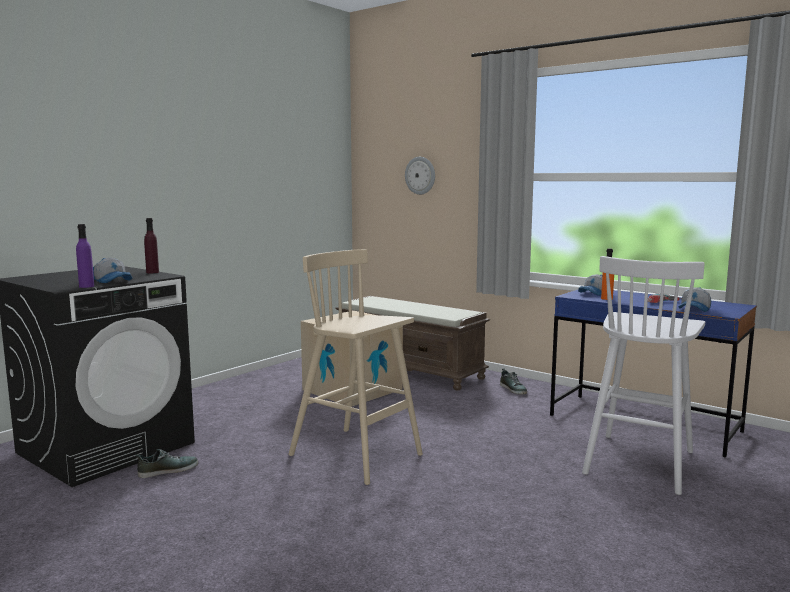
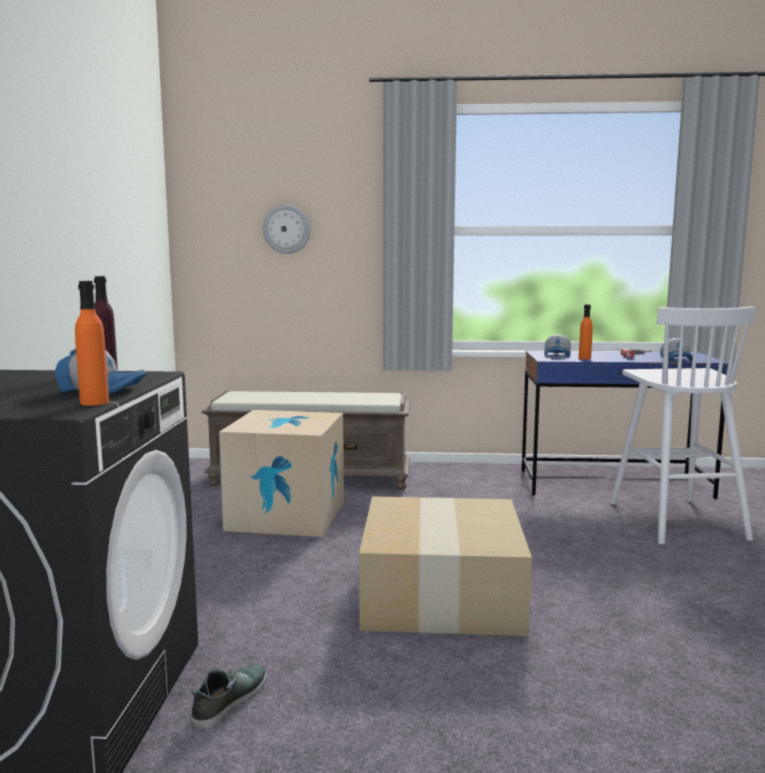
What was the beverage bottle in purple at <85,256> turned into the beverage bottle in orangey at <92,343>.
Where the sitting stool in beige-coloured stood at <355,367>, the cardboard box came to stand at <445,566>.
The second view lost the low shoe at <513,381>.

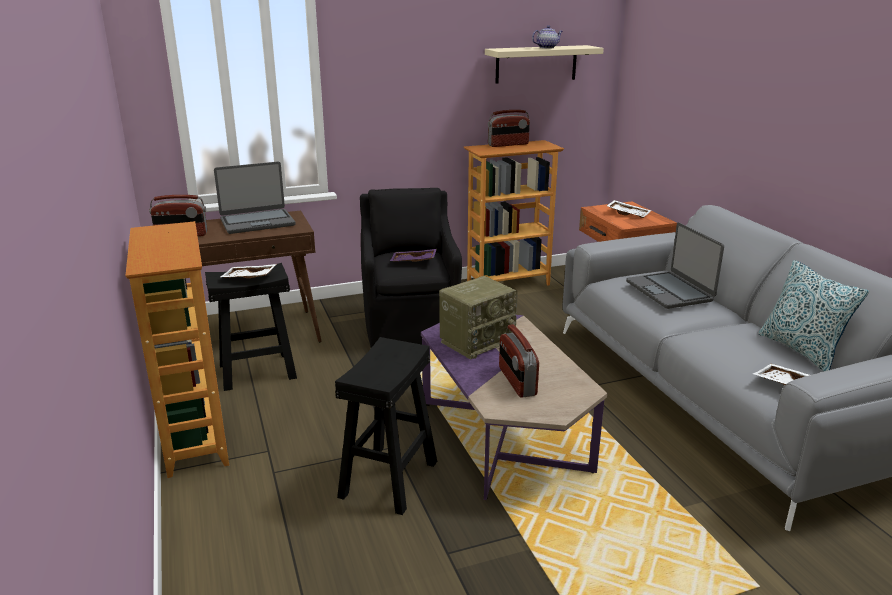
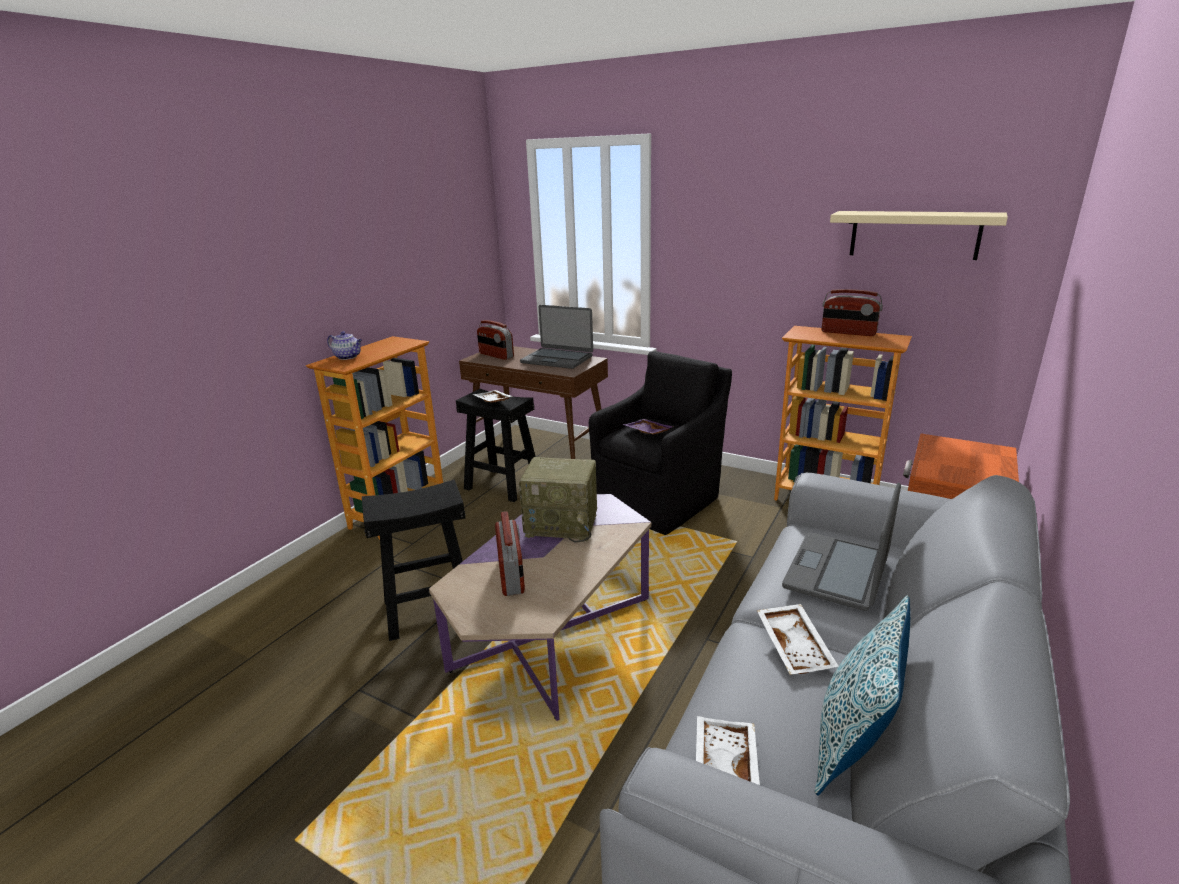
The tea pot ended up elsewhere, having gone from <547,36> to <344,345>.
The serving tray in whitish ended up elsewhere, having gone from <629,209> to <797,639>.
The radio receiver at <519,361> ended up facing another way, 135 degrees clockwise from before.

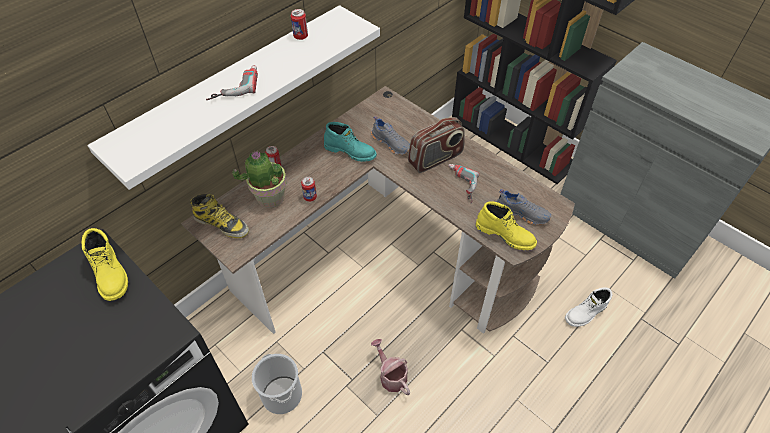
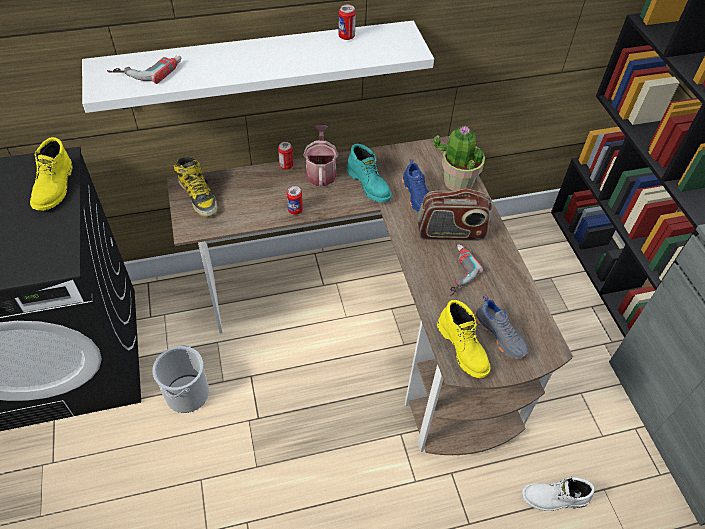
The electric drill ended up elsewhere, having gone from <232,82> to <144,70>.
What was the low shoe in greyish at <390,135> turned into the low shoe in blue-coloured at <415,185>.
The houseplant ended up elsewhere, having gone from <259,179> to <459,158>.
The watering can ended up elsewhere, having gone from <390,367> to <320,156>.

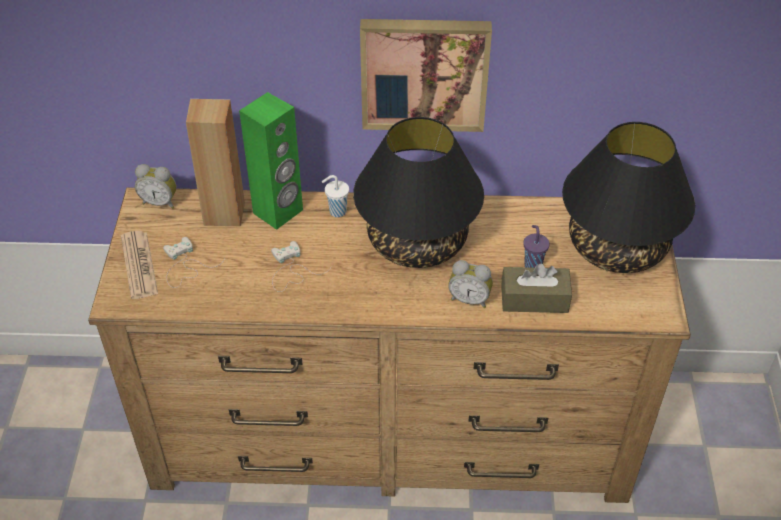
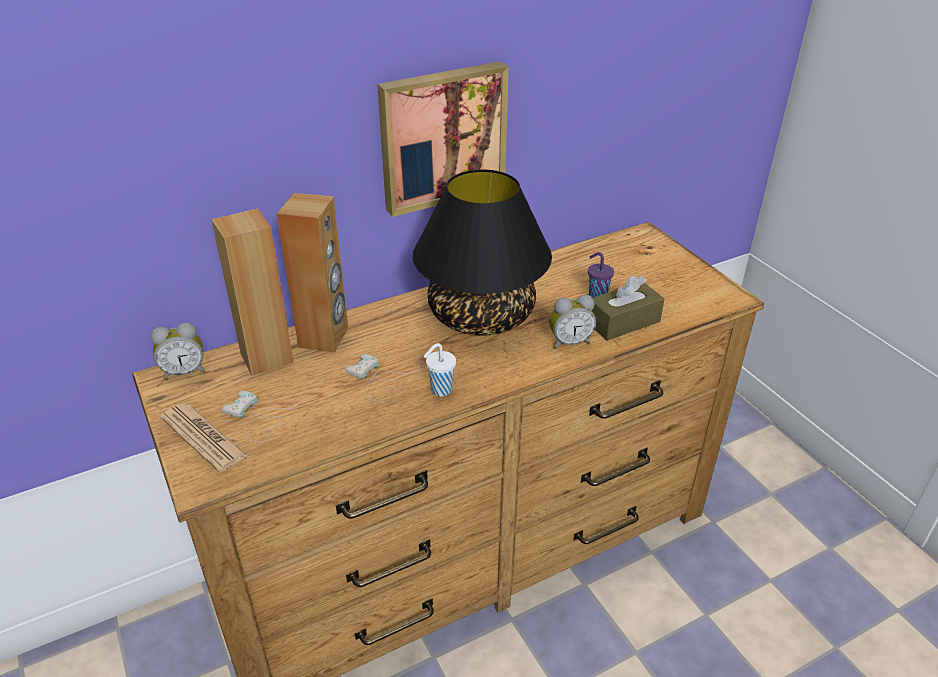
What was the audio speaker in greenish at <271,161> turned into the audio speaker in brown at <312,273>.
The second view lost the tabletop lamp in black-coloured at <628,197>.
The drinking cup in whitish ended up elsewhere, having gone from <335,196> to <440,370>.

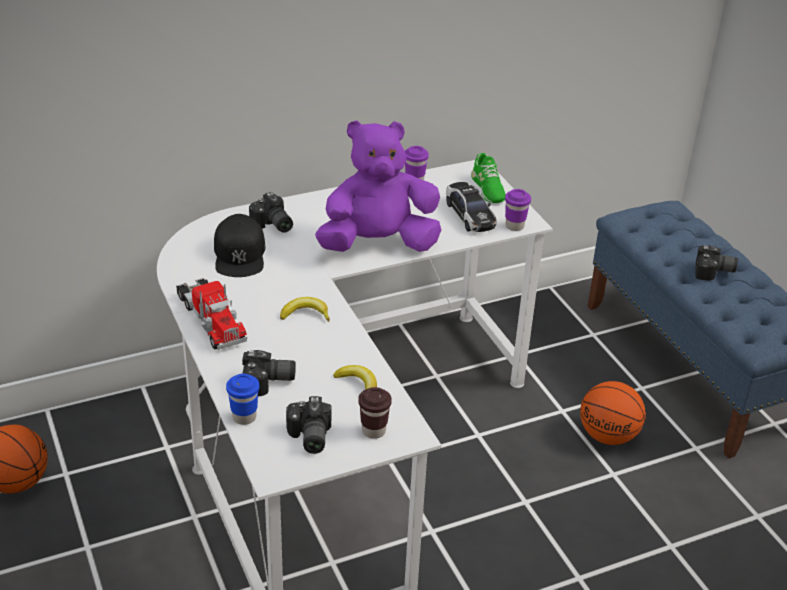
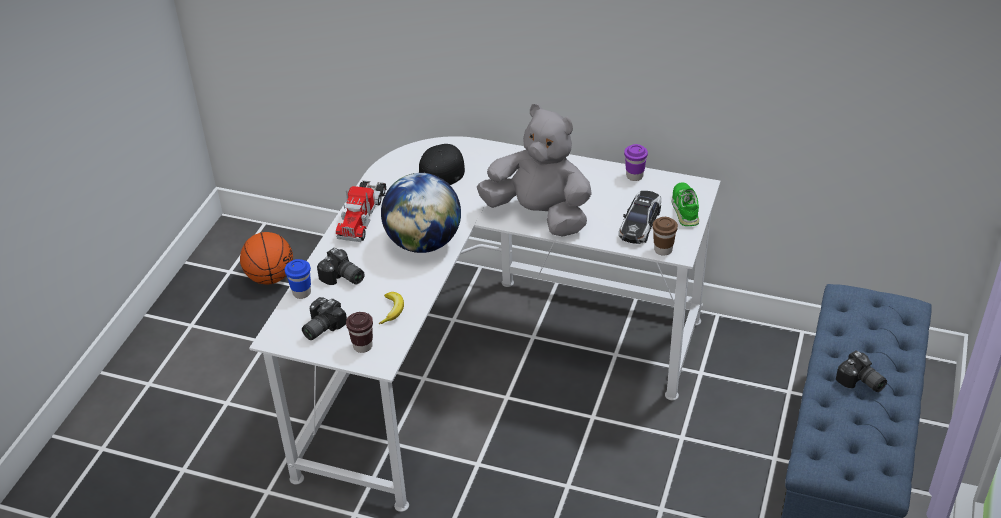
What was the soft toy in purple at <378,186> turned into the soft toy in greyish at <534,170>.
The low shoe in greenish at <488,178> ended up facing another way, 150 degrees clockwise from before.
What was the drinking cup in purple at <518,210> turned into the drinking cup in brown at <665,236>.
The second view lost the photo camera at <271,212>.
Where the banana stood at <305,309>, the globe came to stand at <421,213>.
The second view lost the basketball ball at <613,413>.

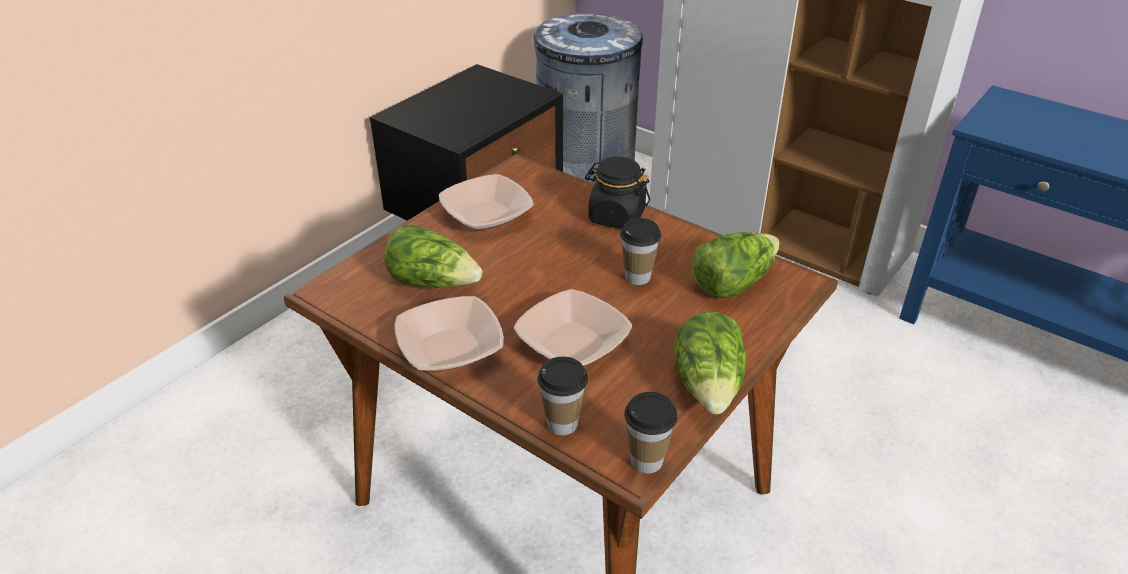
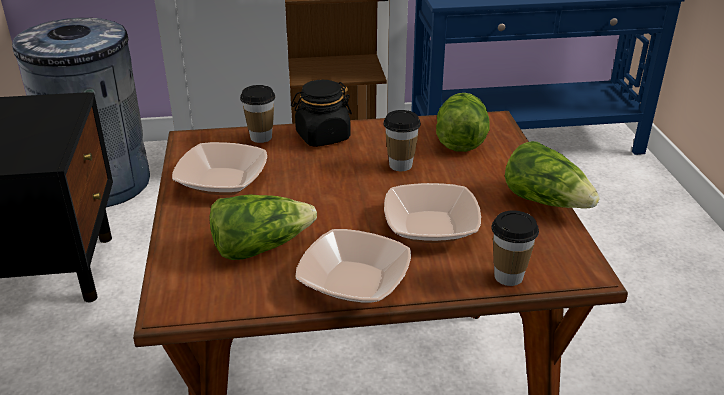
The drinking cup ended up elsewhere, having gone from <650,432> to <257,114>.

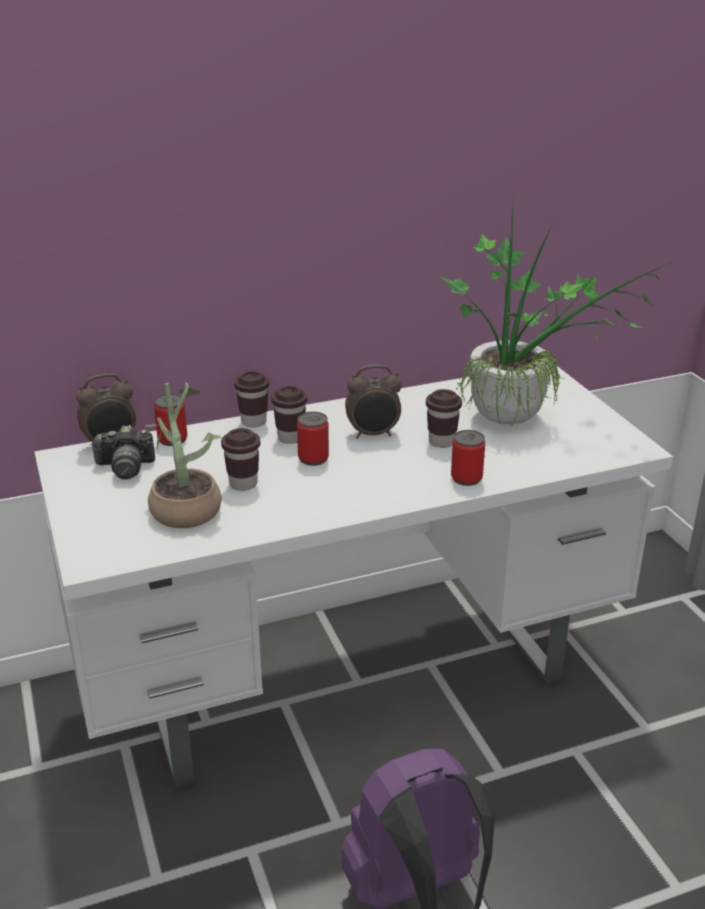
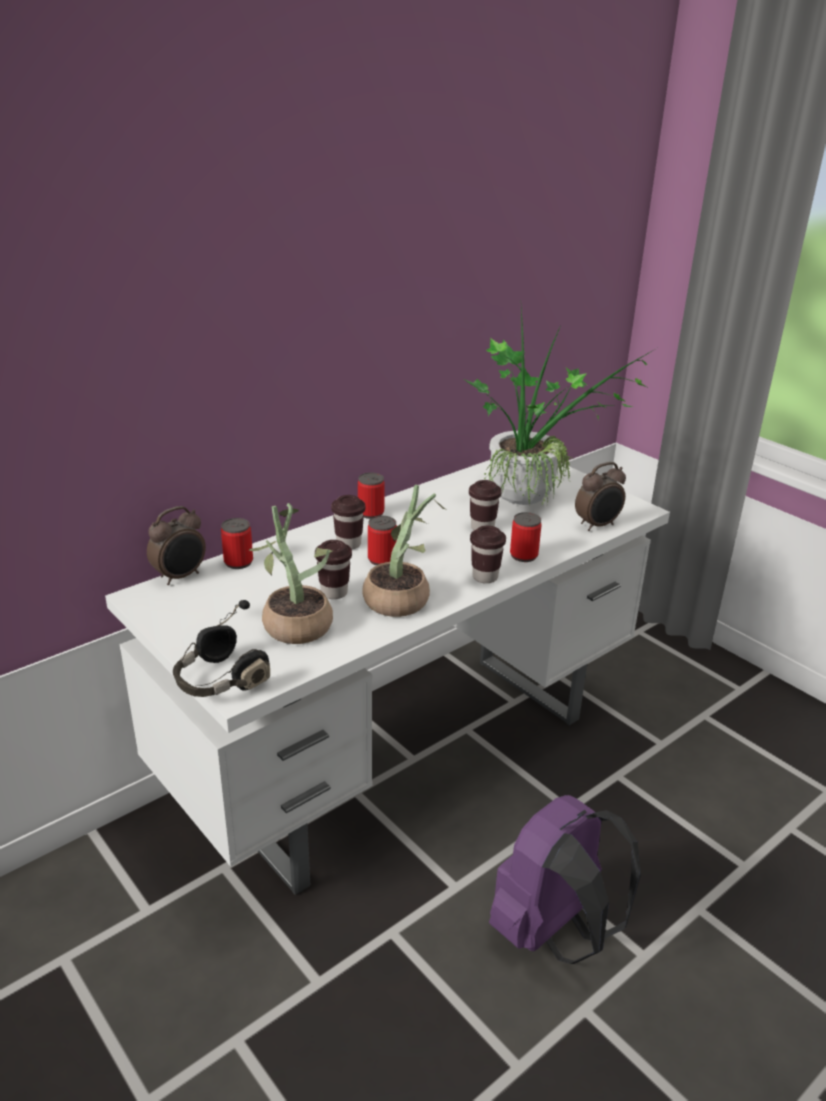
The bedside clock ended up elsewhere, having gone from <373,402> to <600,496>.
The drinking cup in brown ended up elsewhere, having gone from <251,399> to <488,554>.
The second view lost the photo camera at <122,452>.
The second view gained the can at <371,496>.
The second view gained the houseplant at <403,551>.
The second view gained the headset in black-coloured at <221,648>.

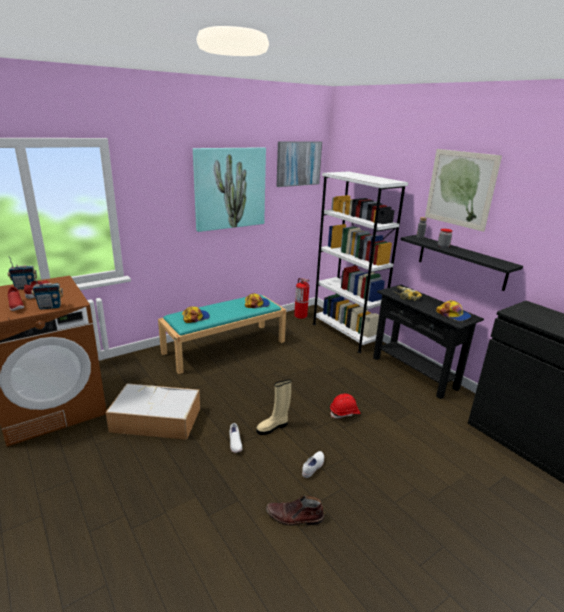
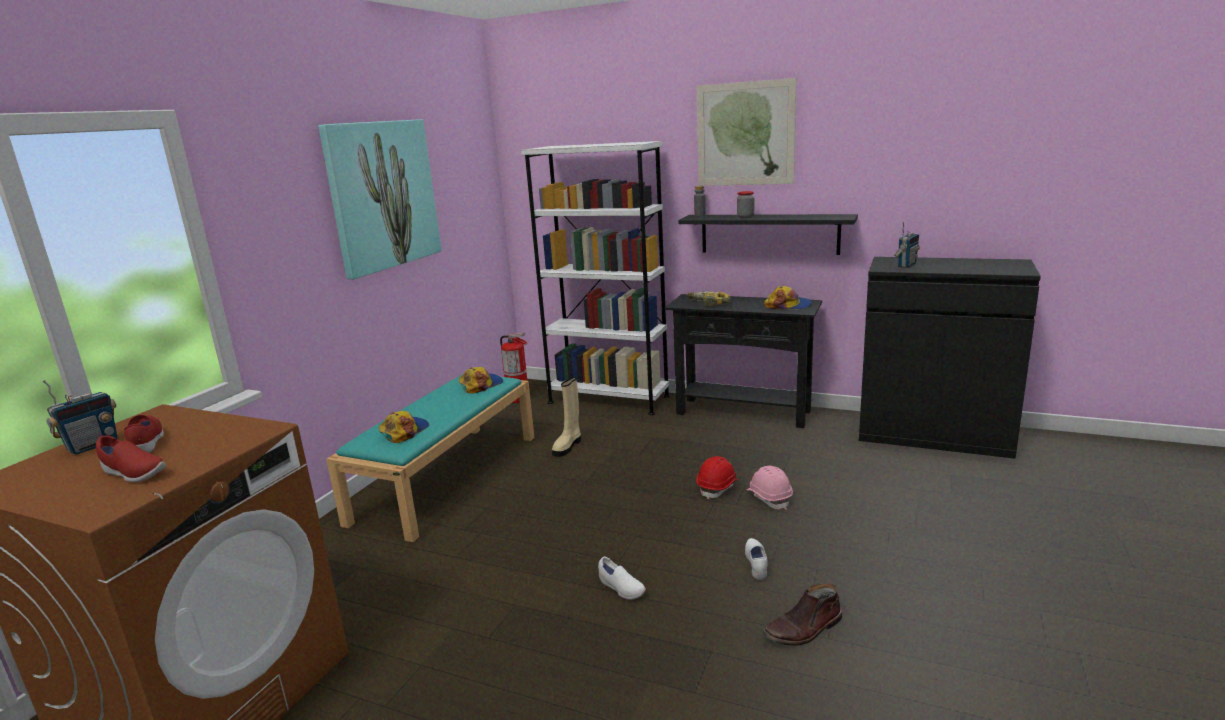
The second view lost the wall picture at <299,164>.
The radio receiver ended up elsewhere, having gone from <47,291> to <907,244>.
The boot in beige-coloured ended up elsewhere, having gone from <273,407> to <566,417>.
The second view lost the storage box at <153,412>.
The second view gained the work helmet in pink-coloured at <769,488>.

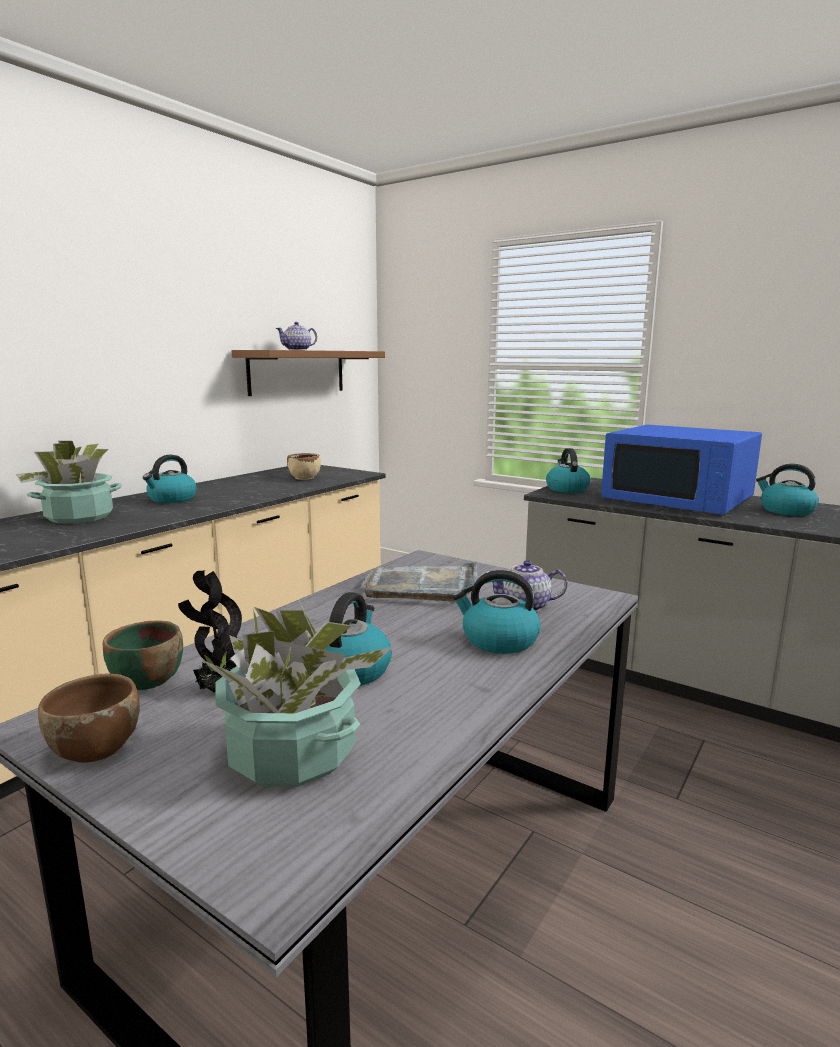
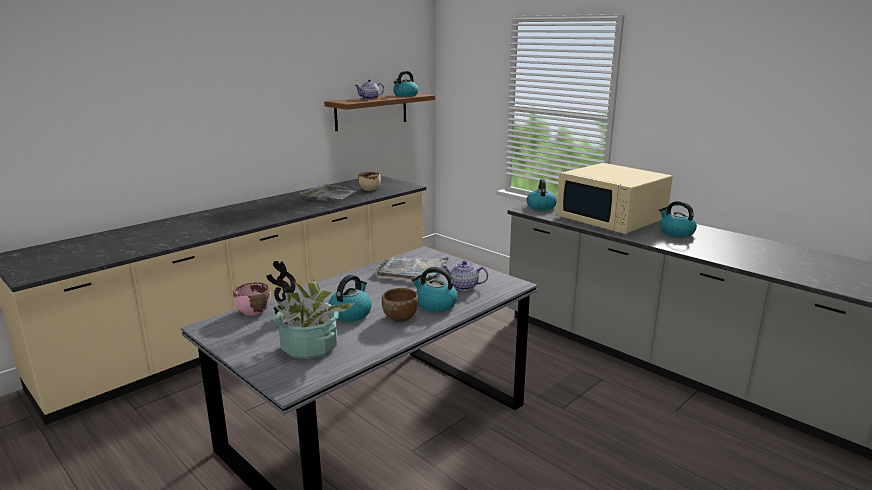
What was the microwave in blue-coloured at <681,470> turned into the microwave in beige-coloured at <614,198>.
The second view lost the houseplant at <69,482>.
The kettle ended up elsewhere, having gone from <170,479> to <405,84>.
What was the serving bowl in greenish at <143,655> turned into the serving bowl in pink-coloured at <252,298>.
The serving bowl in brown ended up elsewhere, having gone from <89,718> to <400,305>.
The second view gained the serving tray in greyish at <328,192>.

